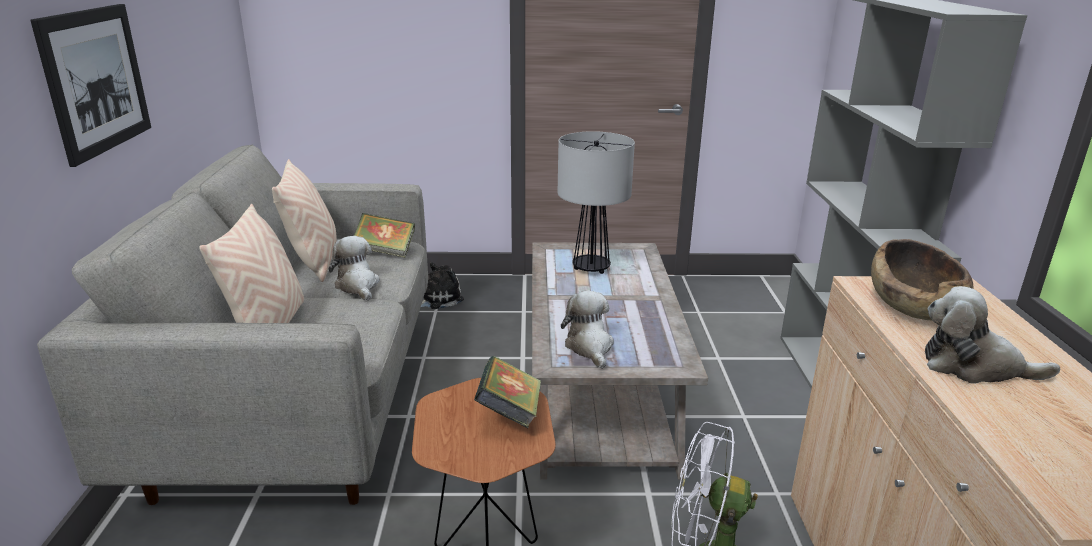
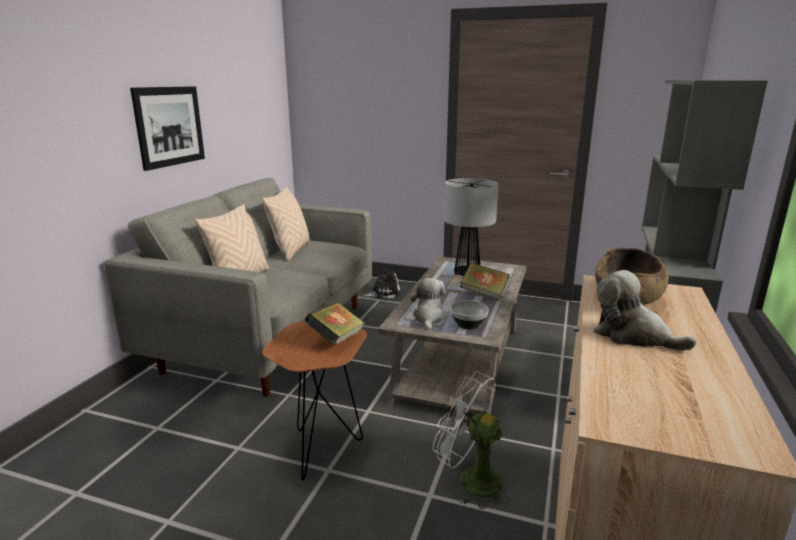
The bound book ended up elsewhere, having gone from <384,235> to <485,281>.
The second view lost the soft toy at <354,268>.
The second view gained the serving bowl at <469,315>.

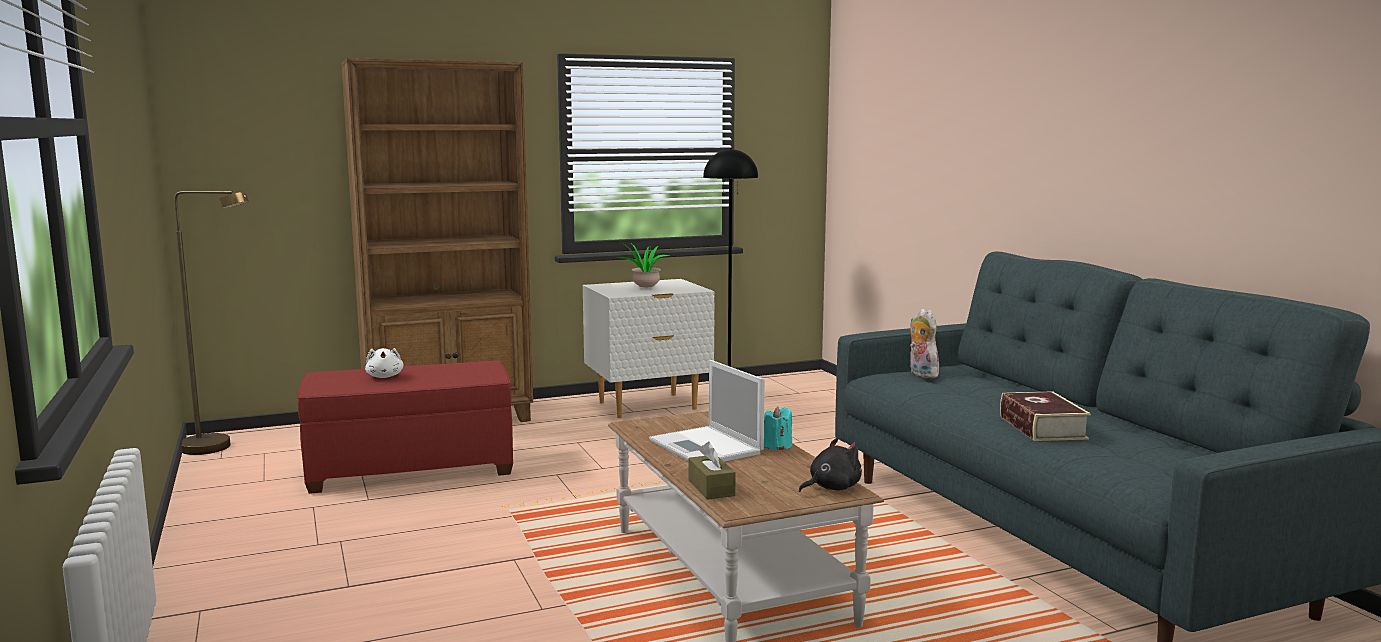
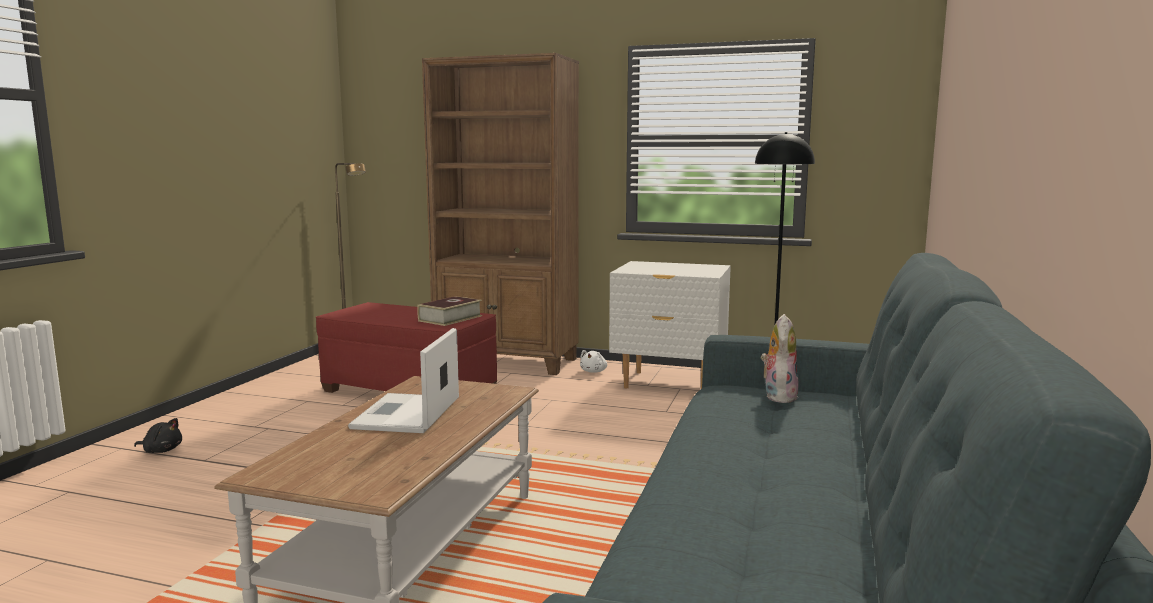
The second view lost the houseplant at <643,266>.
The soft toy in whitish ended up elsewhere, having gone from <384,363> to <593,361>.
The bound book ended up elsewhere, having gone from <1045,416> to <449,311>.
The second view lost the wax candle in turquoise-coloured at <778,428>.
The soft toy in black-coloured ended up elsewhere, having gone from <830,465> to <158,435>.
The second view lost the tissue box in brown at <712,470>.

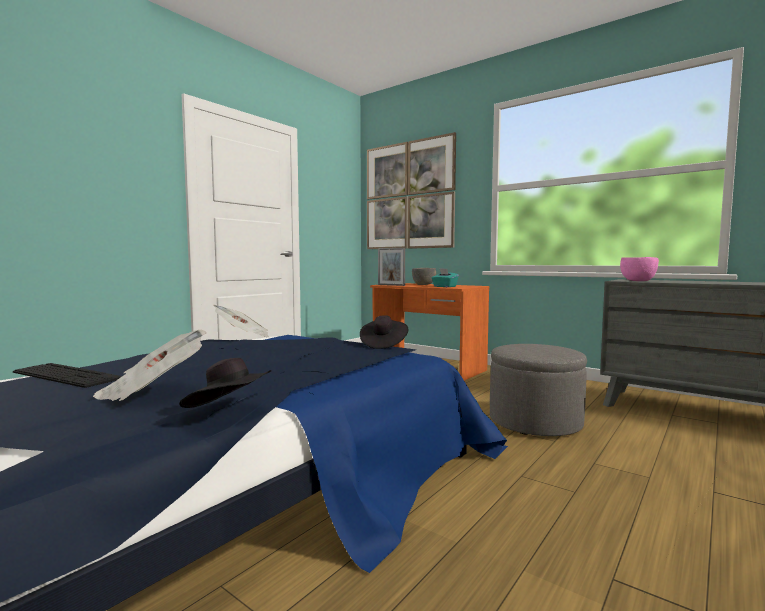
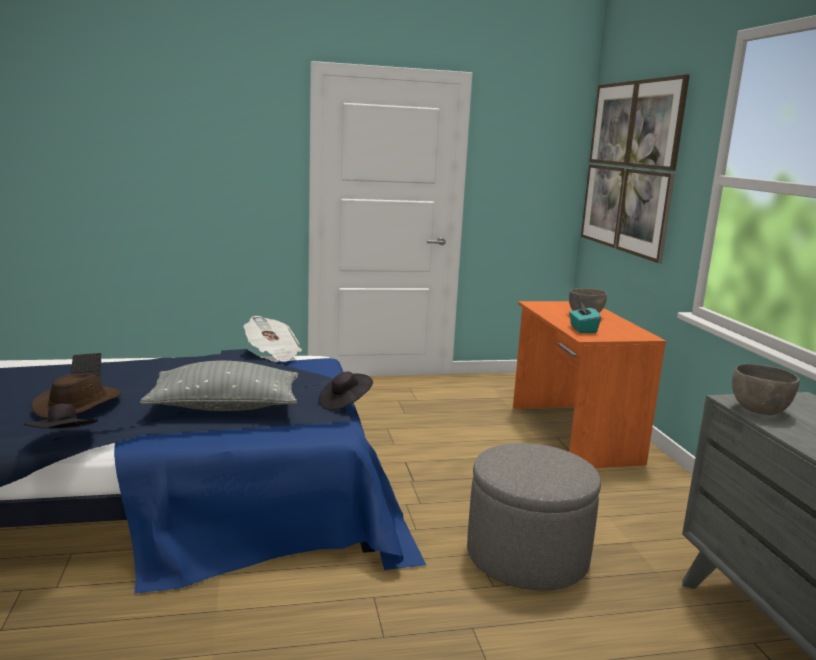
The second view lost the picture frame at <391,267>.
What was the serving bowl in pink-coloured at <639,269> turned into the serving bowl in greyish at <766,389>.
Where the printed paper stood at <150,365>, the clothing hat in brown came to stand at <76,396>.
The second view gained the cushion in greyish at <219,386>.

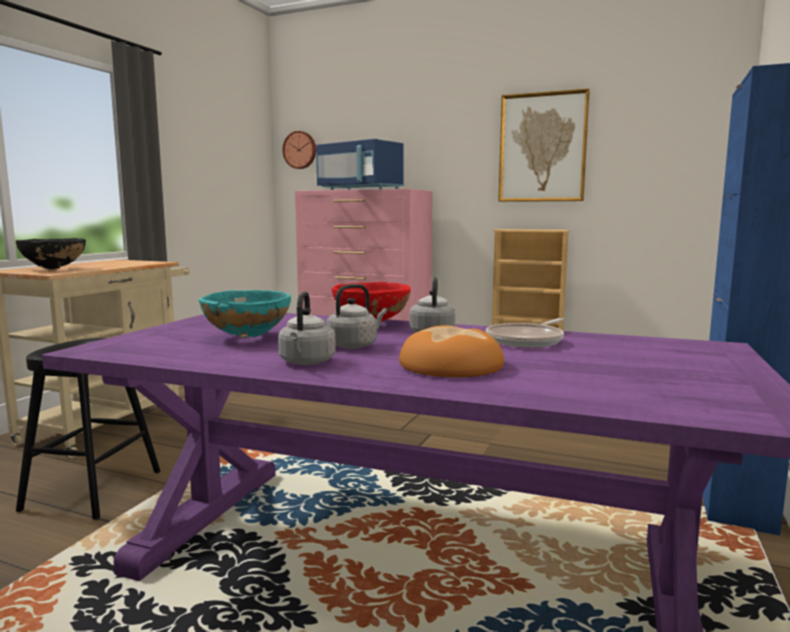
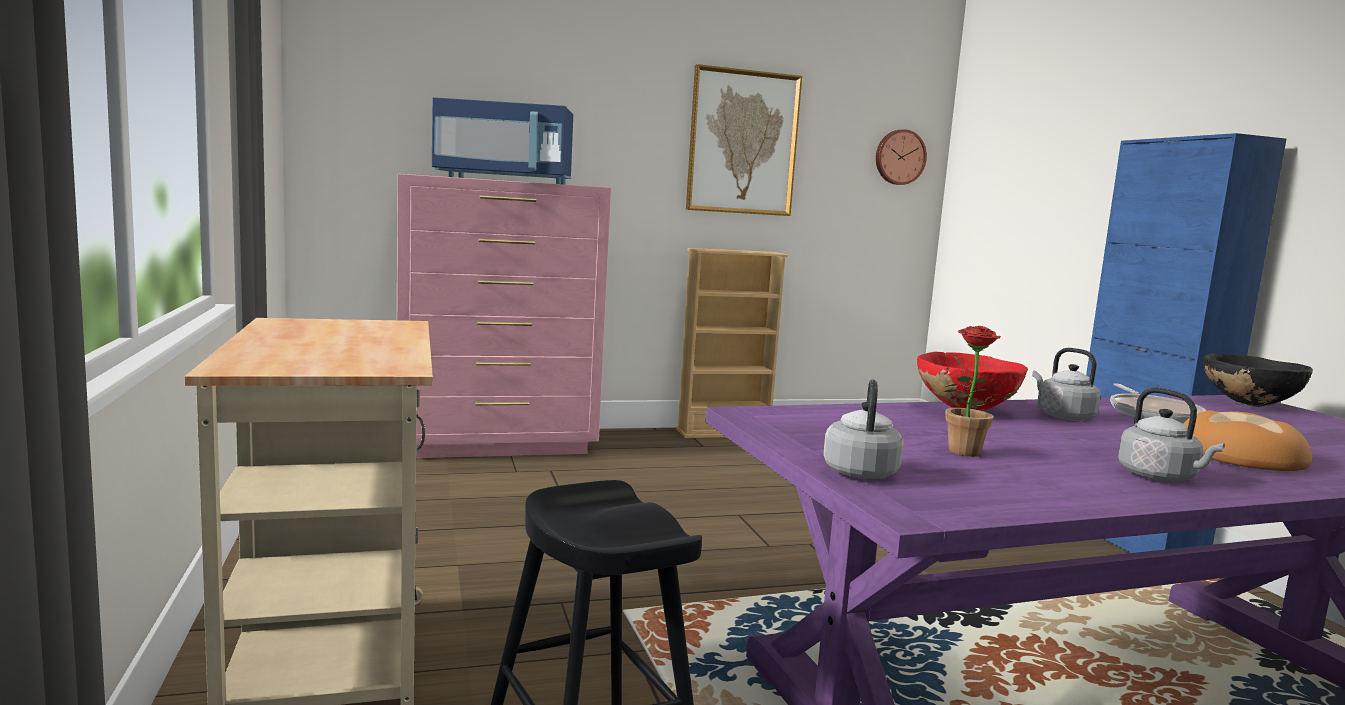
The hanging clock ended up elsewhere, having gone from <299,150> to <901,157>.
The serving bowl in black-coloured ended up elsewhere, having gone from <51,253> to <1258,380>.
The kettle in greyish ended up elsewhere, having gone from <356,316> to <863,429>.
Where the serving bowl in turquoise-coloured stood at <245,314>, the houseplant came to stand at <980,391>.

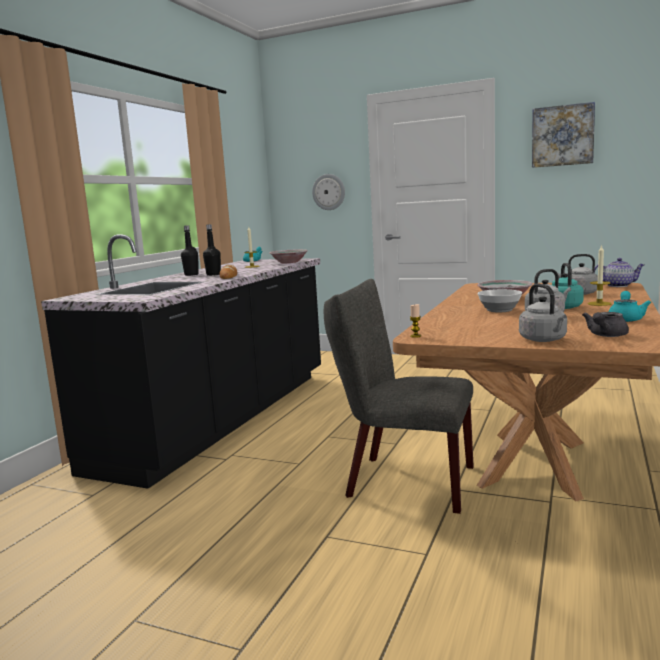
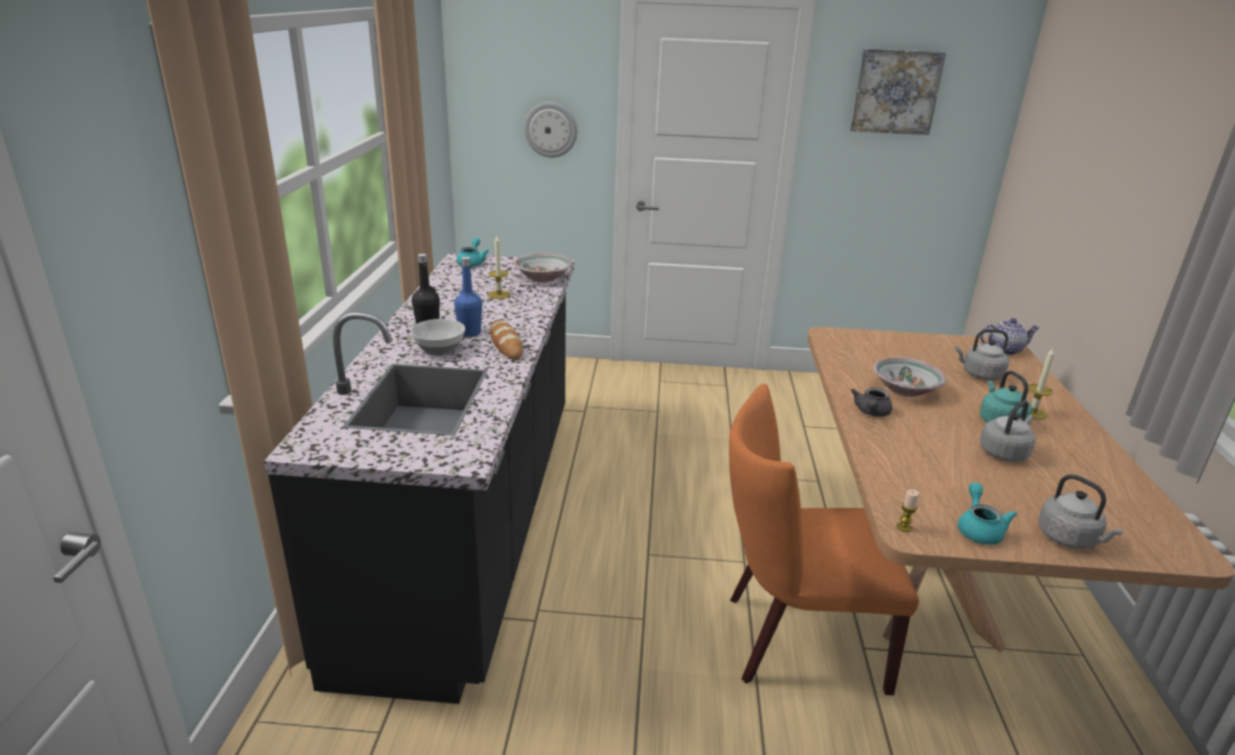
What was the beverage bottle in black-coloured at <212,250> turned into the beverage bottle in blue-coloured at <468,297>.
What was the upright chair in greyish at <399,396> turned into the upright chair in orangey at <824,539>.
The serving bowl ended up elsewhere, having gone from <499,300> to <438,337>.
The tea pot in turquoise-coloured ended up elsewhere, having gone from <629,306> to <987,514>.
The tea pot in greyish ended up elsewhere, having gone from <605,324> to <871,402>.

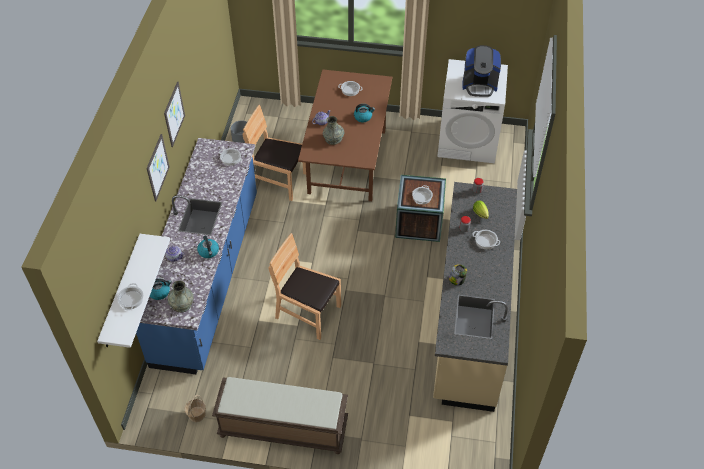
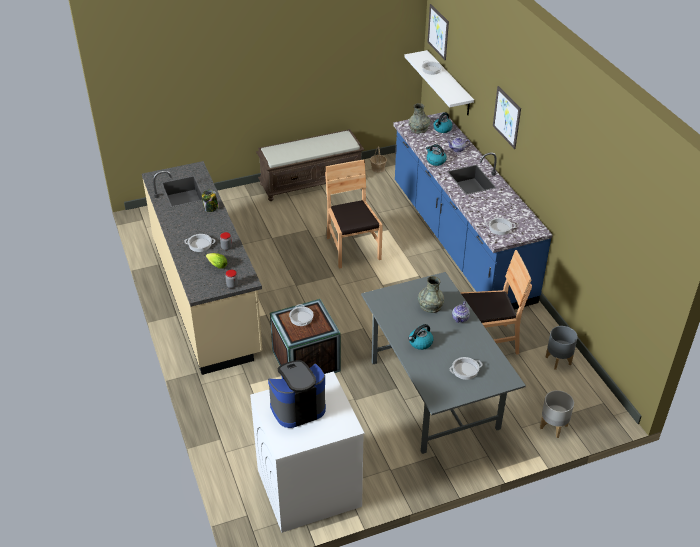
What was the dining table in brown at <345,135> turned into the dining table in greyish at <443,363>.
The wall picture ended up elsewhere, having gone from <174,114> to <438,32>.
The upright chair in brown at <304,286> ended up facing another way, 105 degrees counterclockwise from before.
The second view gained the plant pot in greyish at <557,414>.

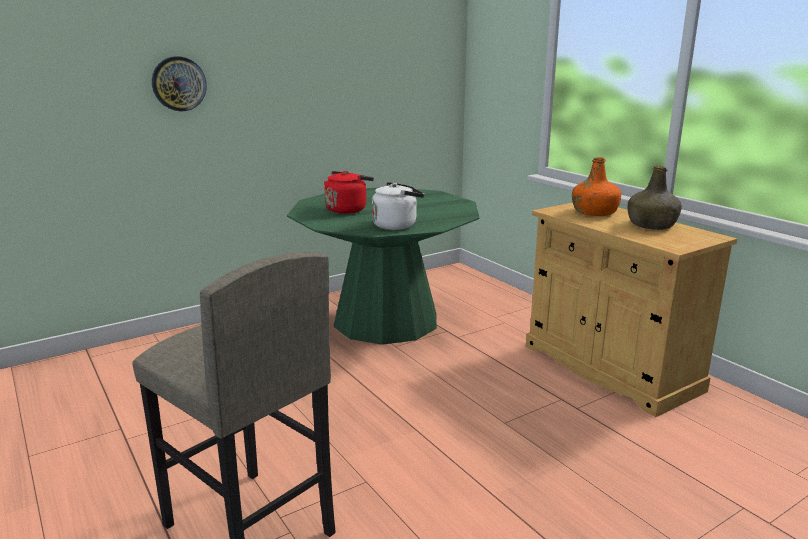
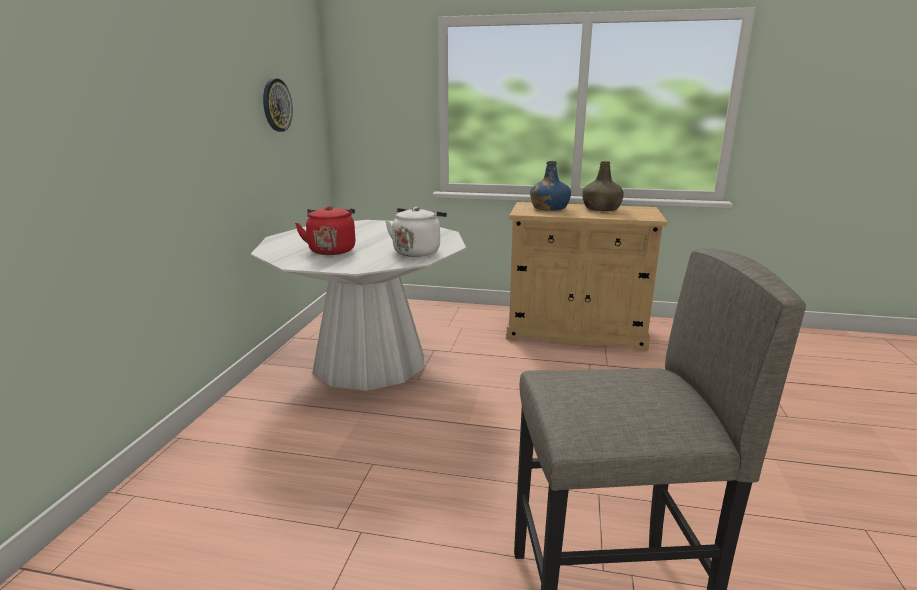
The hanging clock ended up elsewhere, having gone from <179,84> to <278,105>.
What was the beverage bottle in orangey at <596,186> turned into the beverage bottle in blue-coloured at <550,186>.
What was the dining table in greenish at <383,266> turned into the dining table in whitish at <358,305>.

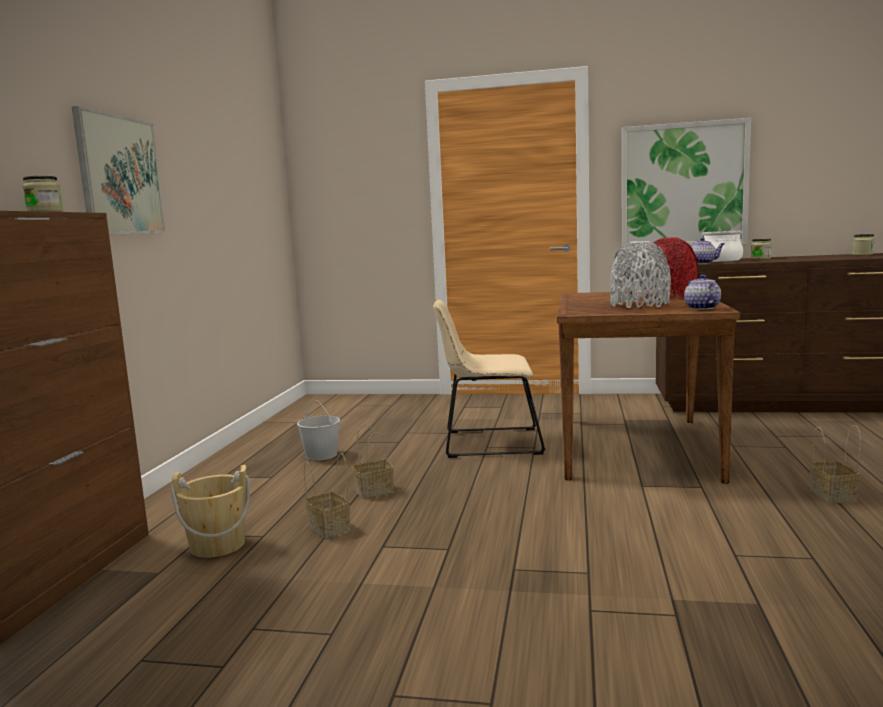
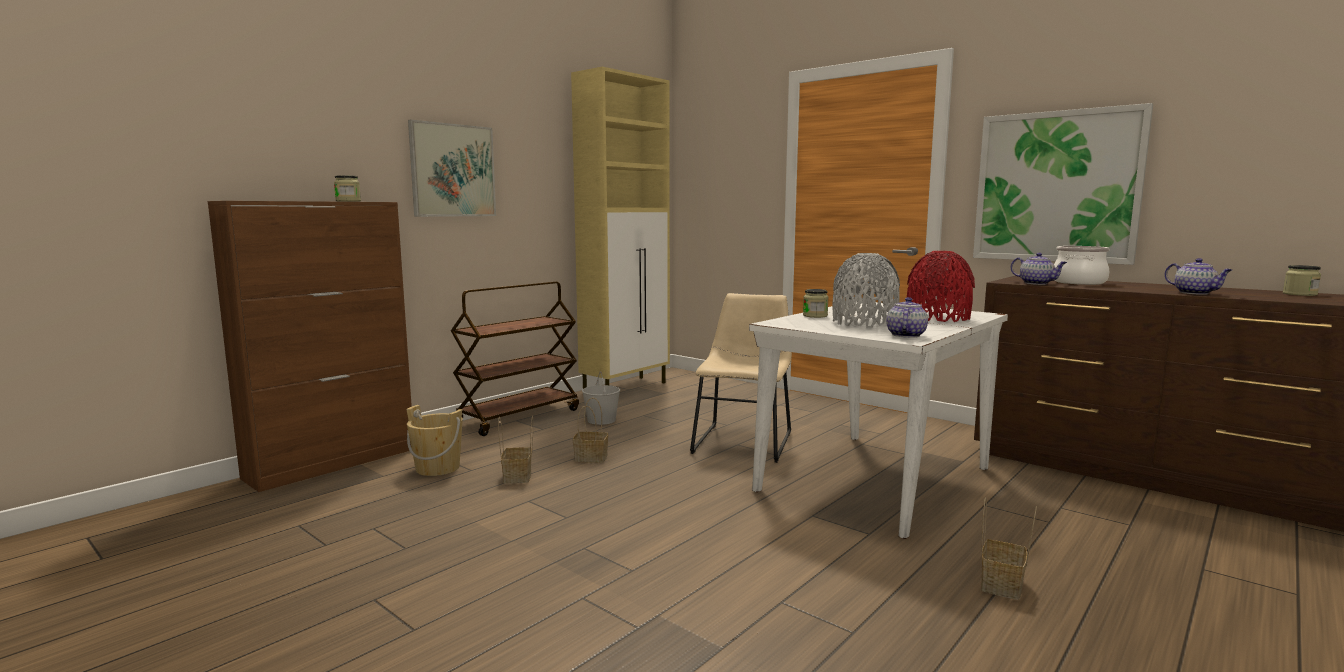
The storage jar ended up elsewhere, having gone from <761,249> to <816,303>.
What was the dining table in brown at <649,387> turned into the dining table in whitish at <878,420>.
The upright chair in beige-coloured at <489,379> ended up facing another way, 75 degrees clockwise from before.
The second view gained the cupboard in beige-coloured at <620,228>.
The second view gained the tea pot at <1198,276>.
The second view gained the trolley in brown at <515,358>.

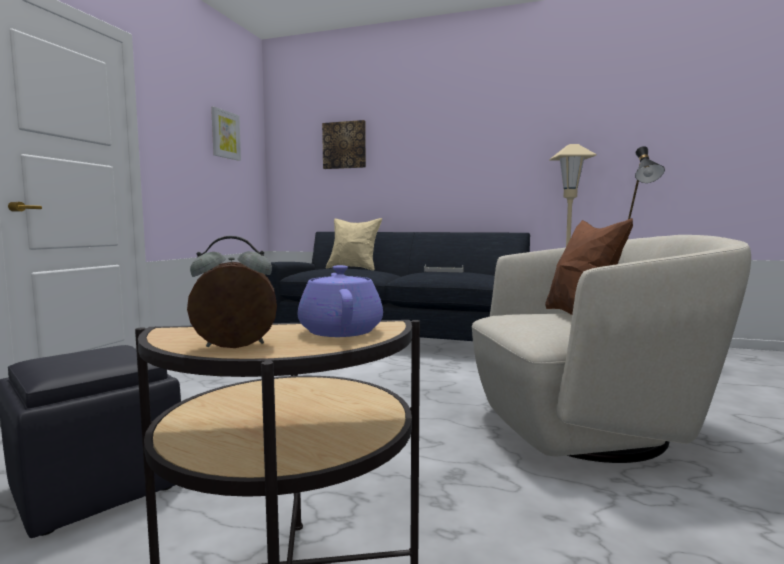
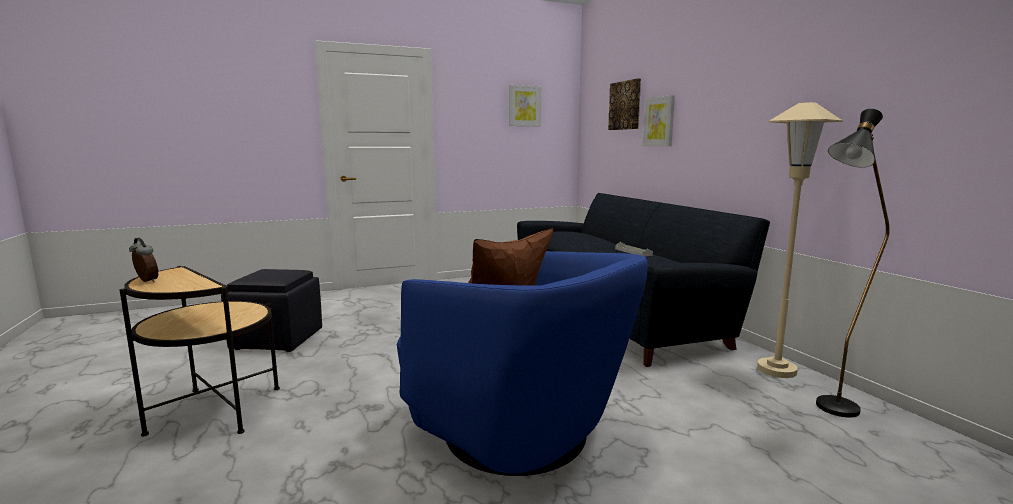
The second view lost the cushion in beige-coloured at <354,244>.
What was the lounge chair in beige-coloured at <611,349> turned into the lounge chair in blue-coloured at <522,363>.
The second view lost the tea pot in purple at <340,301>.
The second view gained the wall picture at <659,120>.

